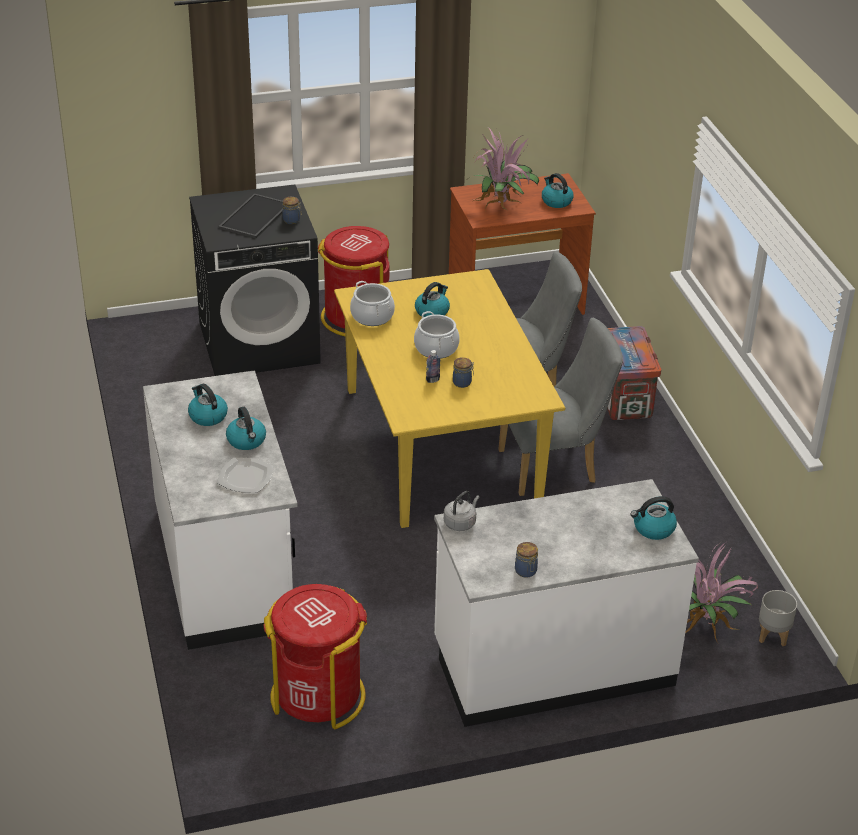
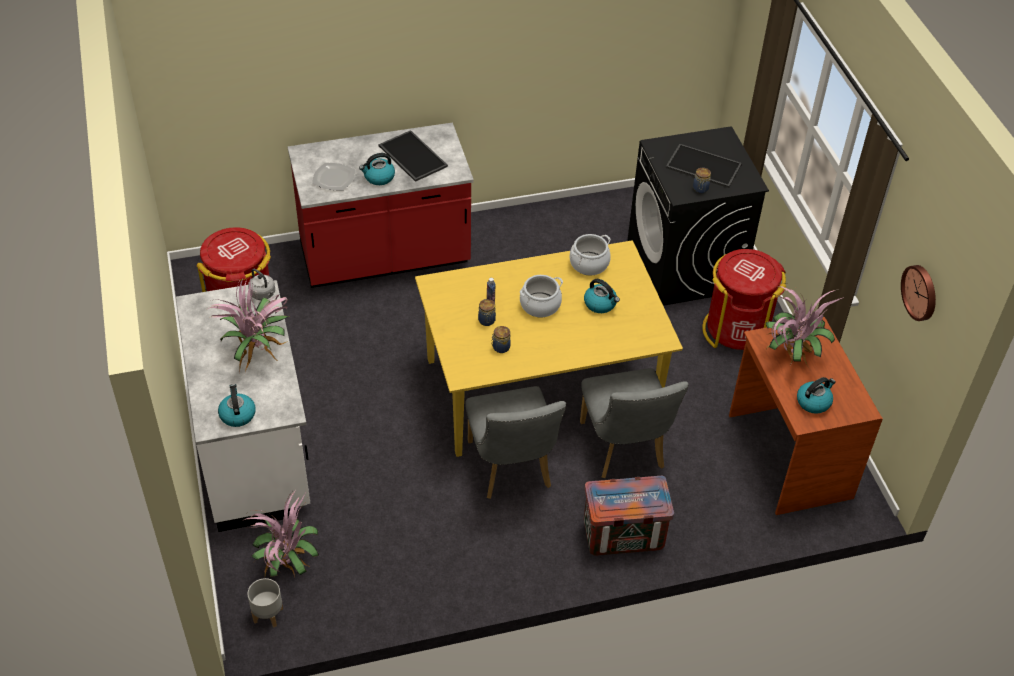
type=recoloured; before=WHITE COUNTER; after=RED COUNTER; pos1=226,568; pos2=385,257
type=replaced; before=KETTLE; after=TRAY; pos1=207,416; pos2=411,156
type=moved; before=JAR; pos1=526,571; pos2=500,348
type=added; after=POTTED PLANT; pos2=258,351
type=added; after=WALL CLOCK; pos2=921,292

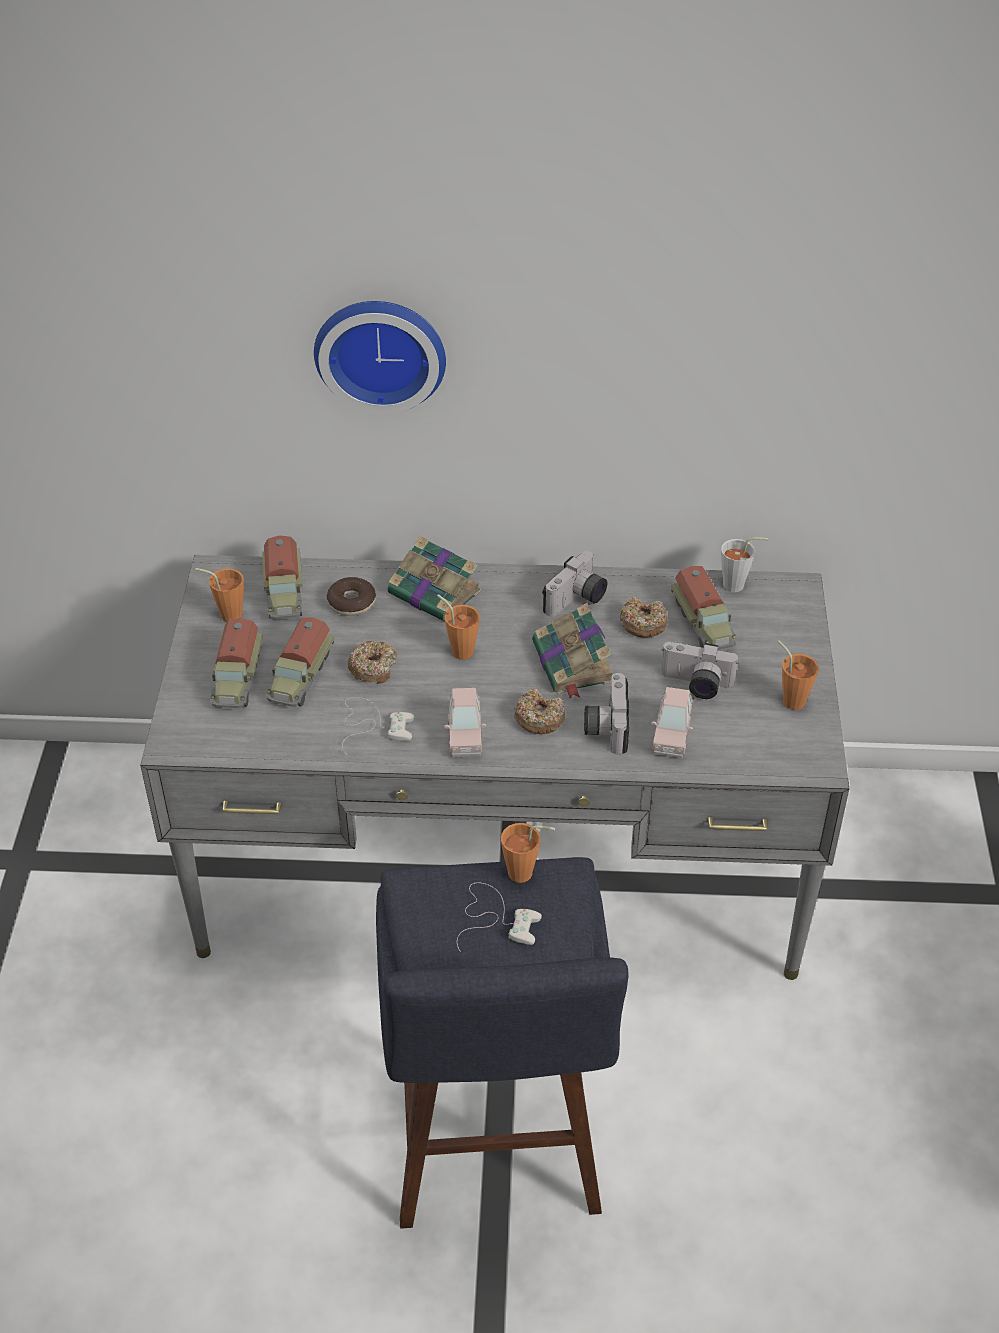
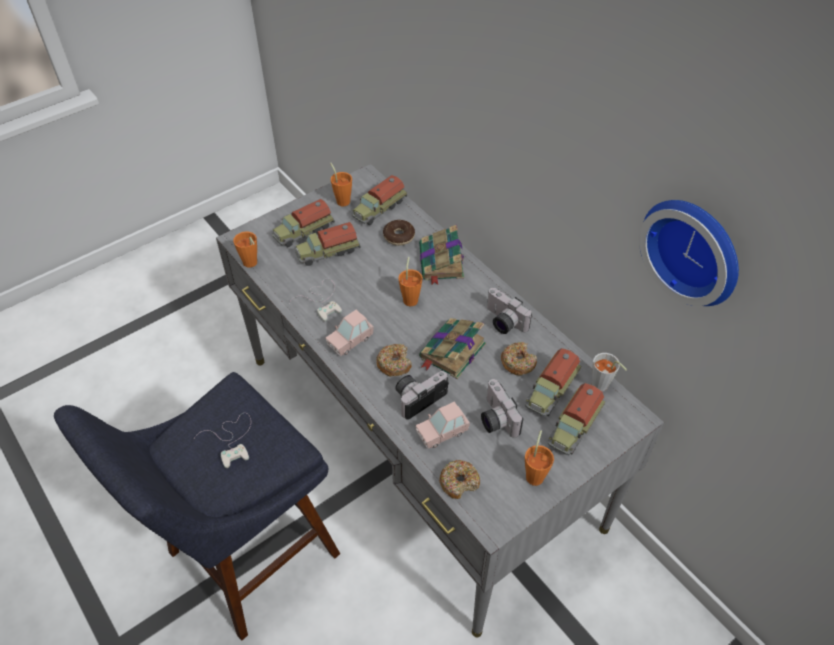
type=moved; before=WALL CLOCK; pos1=381,350; pos2=694,249
type=moved; before=DONUT; pos1=373,668; pos2=459,482
type=moved; before=ORANGE CUP; pos1=526,874; pos2=251,264
type=turned; before=PHOTO CAMERA; pos1=577,600; pos2=503,322; turn=45
type=added; after=TOY TRUCK; pos2=574,426

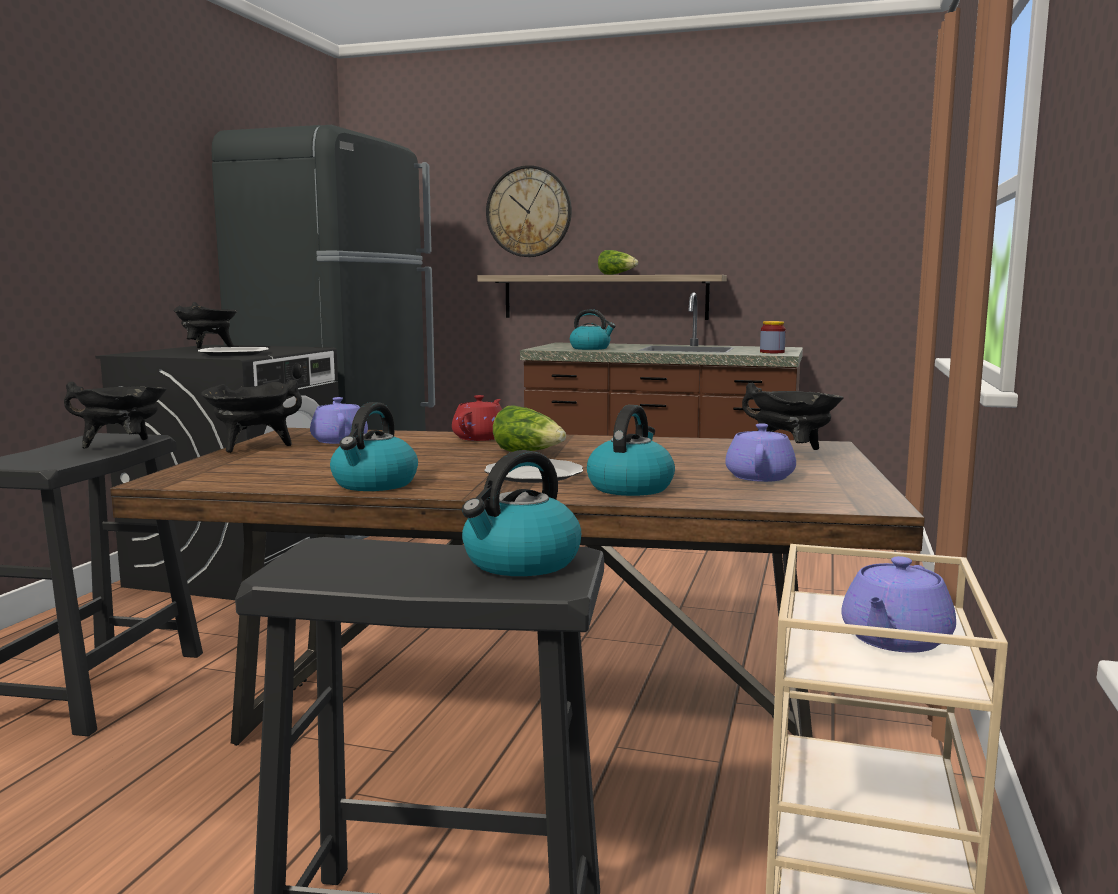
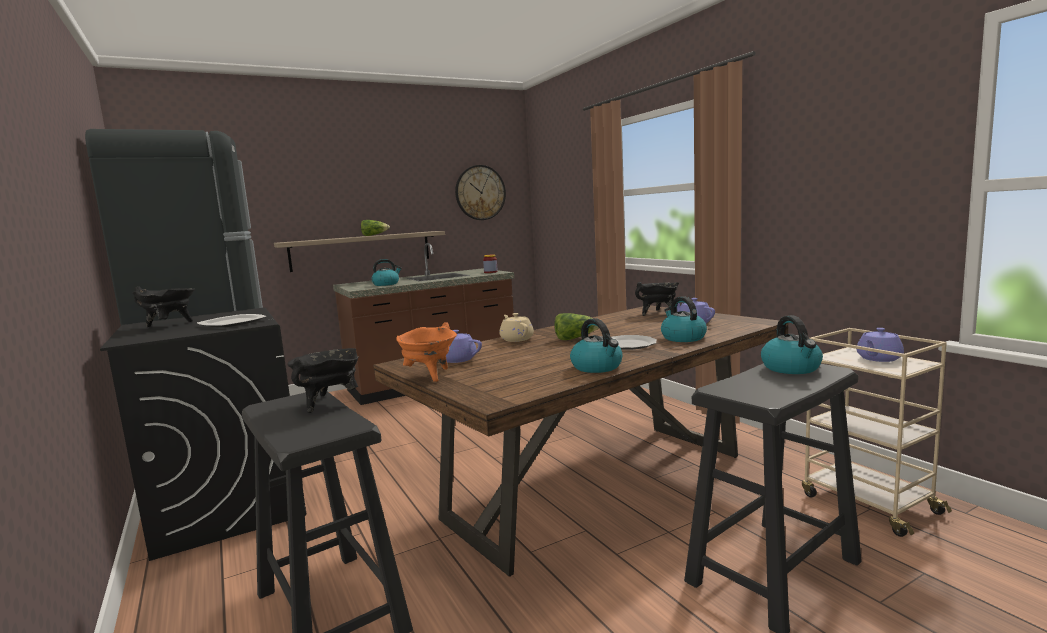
type=recoloured; before=BLACK COOKING POT; after=ORANGE COOKING POT; pos1=252,447; pos2=429,376
type=recoloured; before=RED TEAPOT; after=BEIGE TEAPOT; pos1=480,438; pos2=516,339
type=moved; before=WALL CLOCK; pos1=529,211; pos2=480,192
type=turned; before=PURPLE TEAPOT; pos1=894,640; pos2=878,359; turn=60

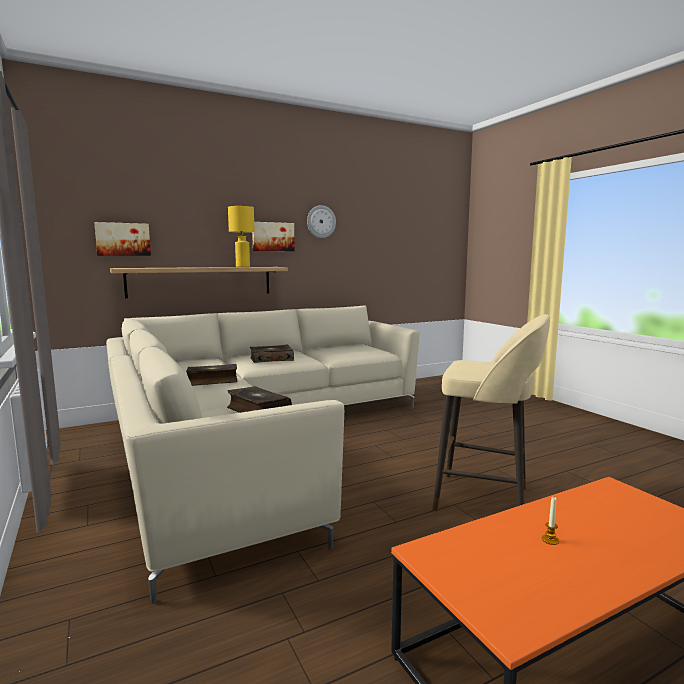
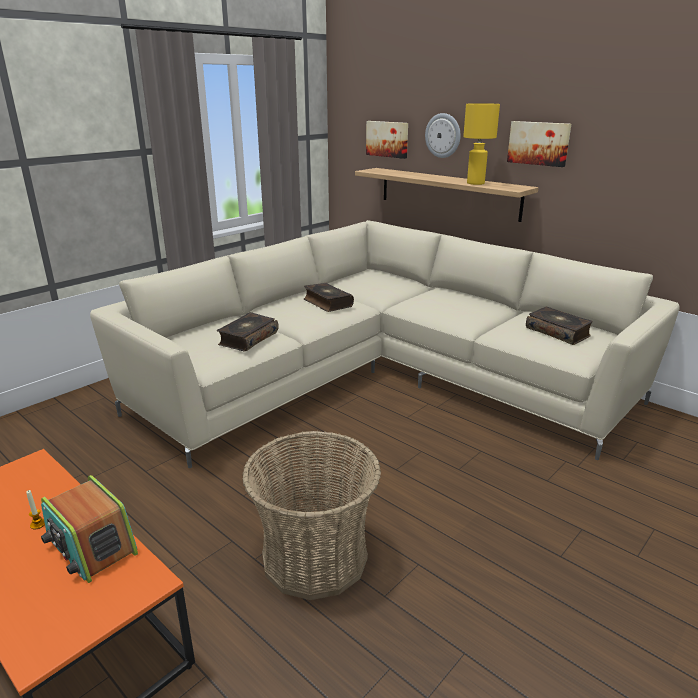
type=moved; before=BOOK; pos1=271,359; pos2=558,332
type=moved; before=WALL CLOCK; pos1=321,221; pos2=443,135
type=replaced; before=BEIGE STOOL; after=BASKET; pos1=485,500; pos2=314,557
type=added; after=RADIO; pos2=91,546

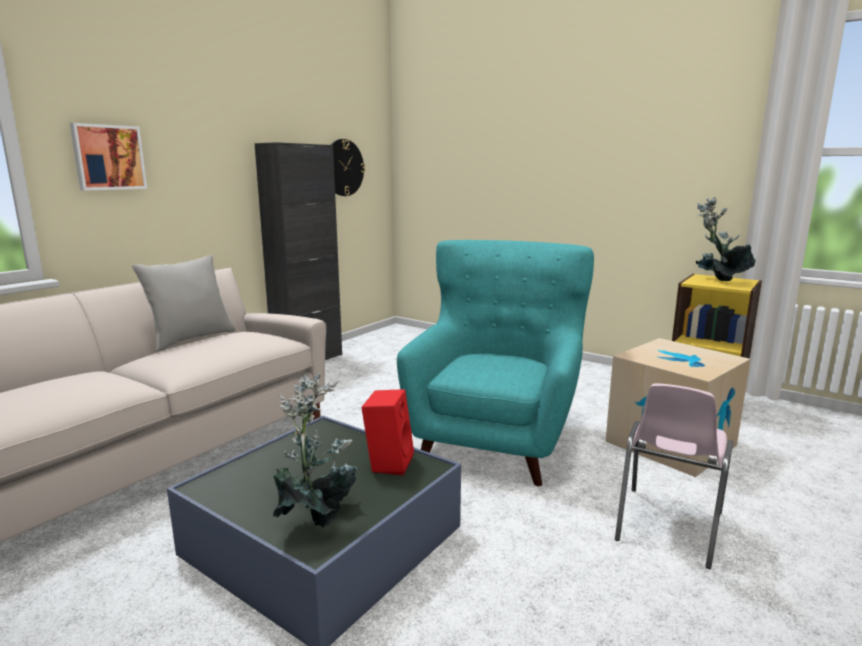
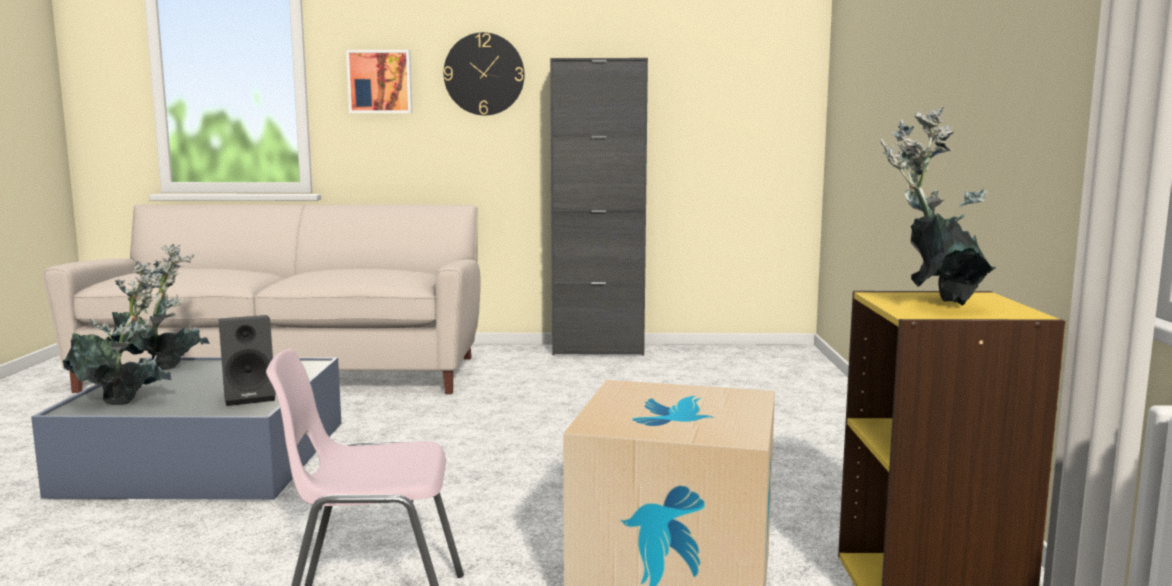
type=removed; before=GREY PILLOW; pos1=191,339
type=moved; before=WALL CLOCK; pos1=343,167; pos2=484,74
type=recoloured; before=RED SPEAKER; after=BLACK SPEAKER; pos1=388,463; pos2=251,397
type=removed; before=TURQUOISE ARMCHAIR; pos1=495,439
type=added; after=POTTED PLANT; pos2=163,366

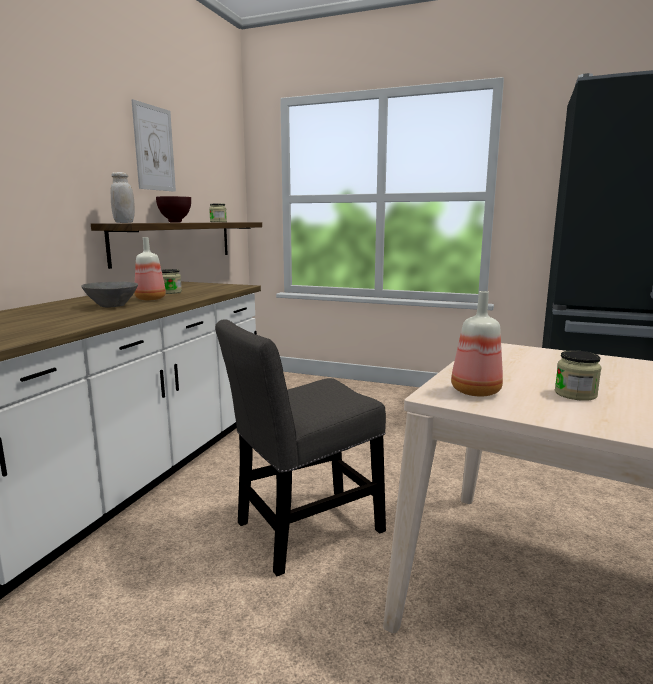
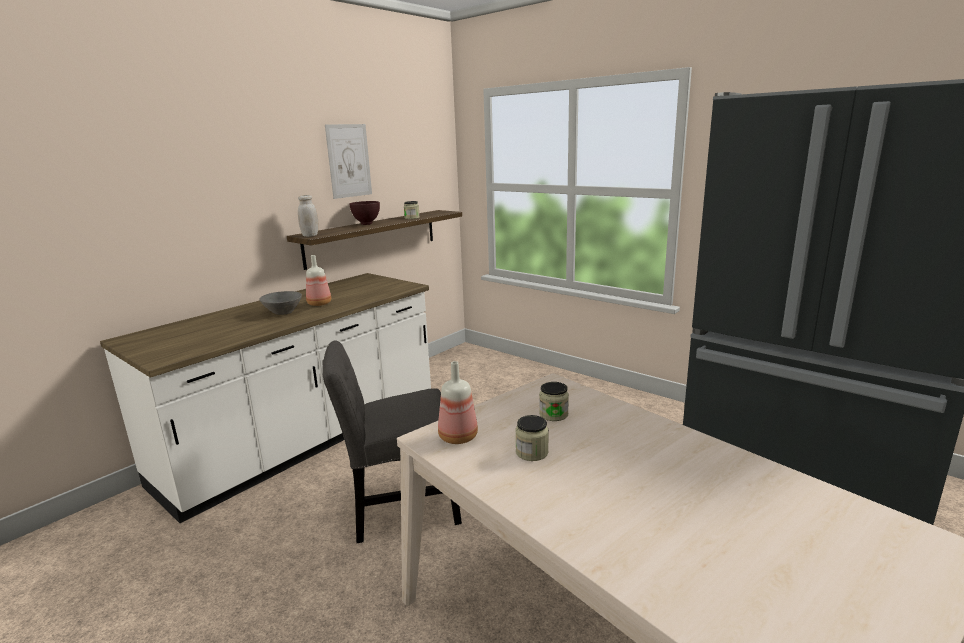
type=moved; before=JAR; pos1=170,292; pos2=553,414

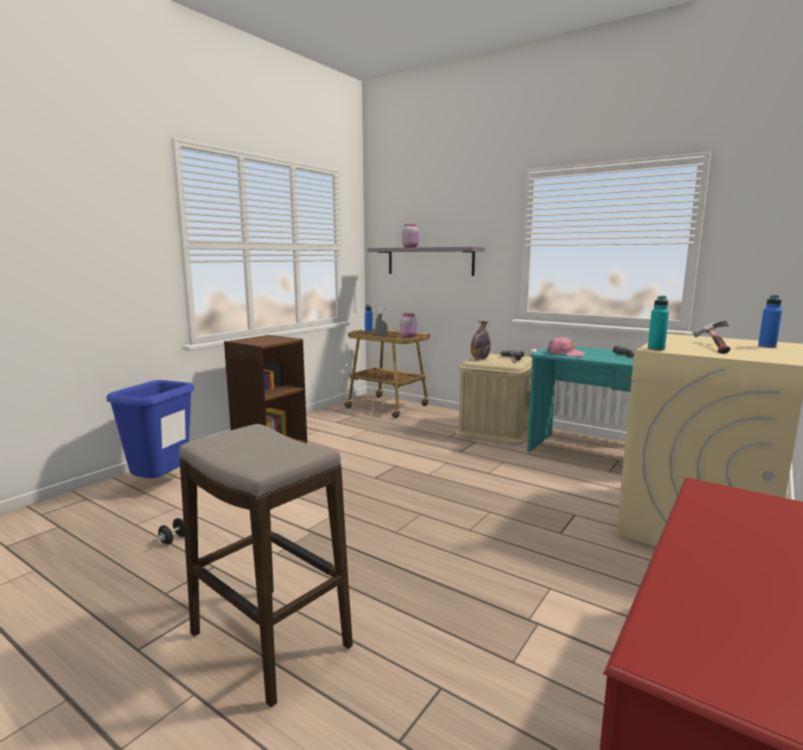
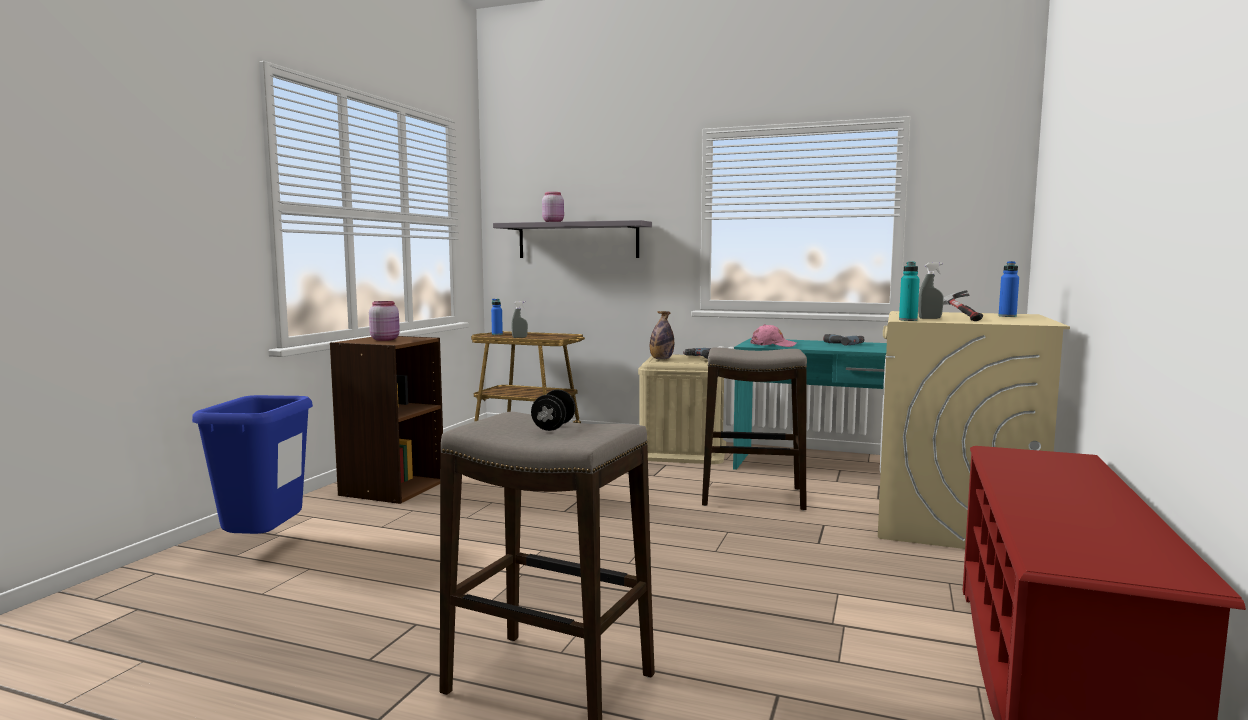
type=moved; before=BLACK DUMBBELL; pos1=174,540; pos2=553,427
type=moved; before=PINK JAR; pos1=408,336; pos2=385,339
type=added; after=STOOL; pos2=752,497
type=added; after=GREY SPRAY BOTTLE; pos2=929,318

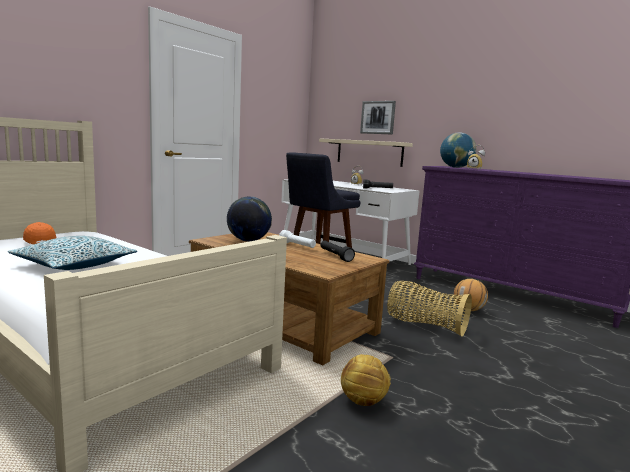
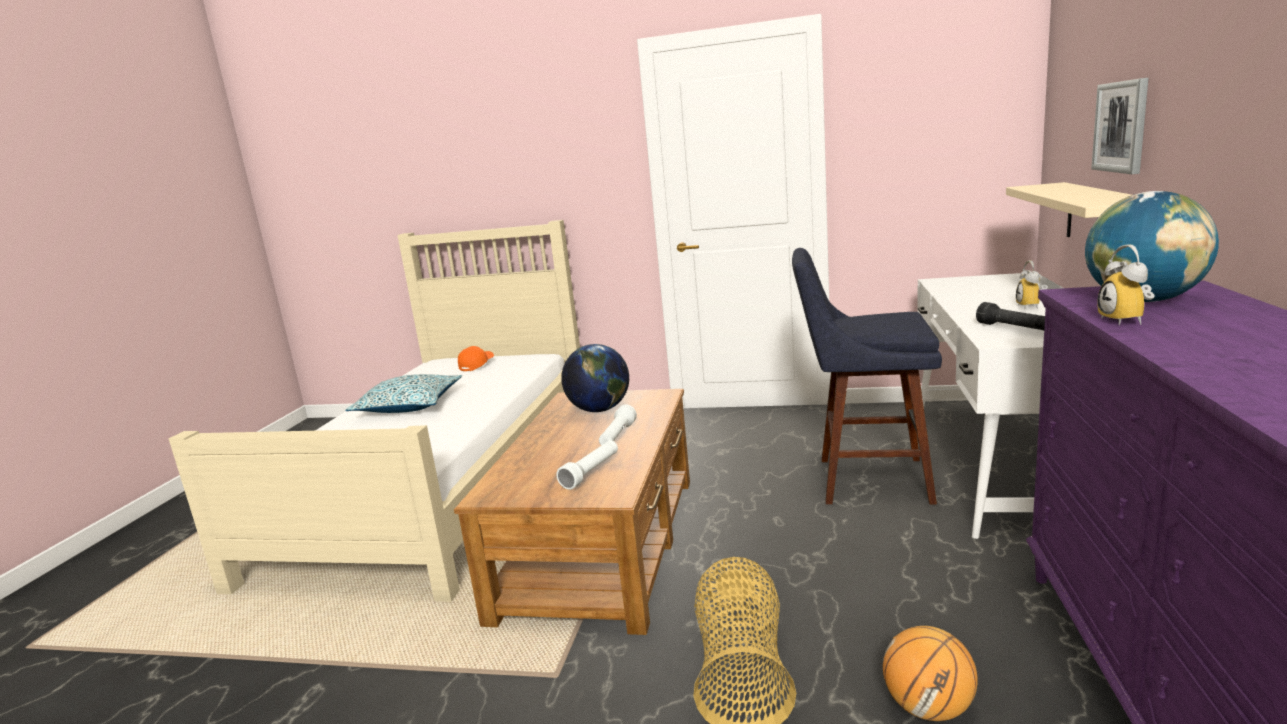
type=recoloured; before=BLACK FLASHLIGHT; after=WHITE FLASHLIGHT; pos1=335,256; pos2=591,472
type=removed; before=FOOTBALL; pos1=363,401

